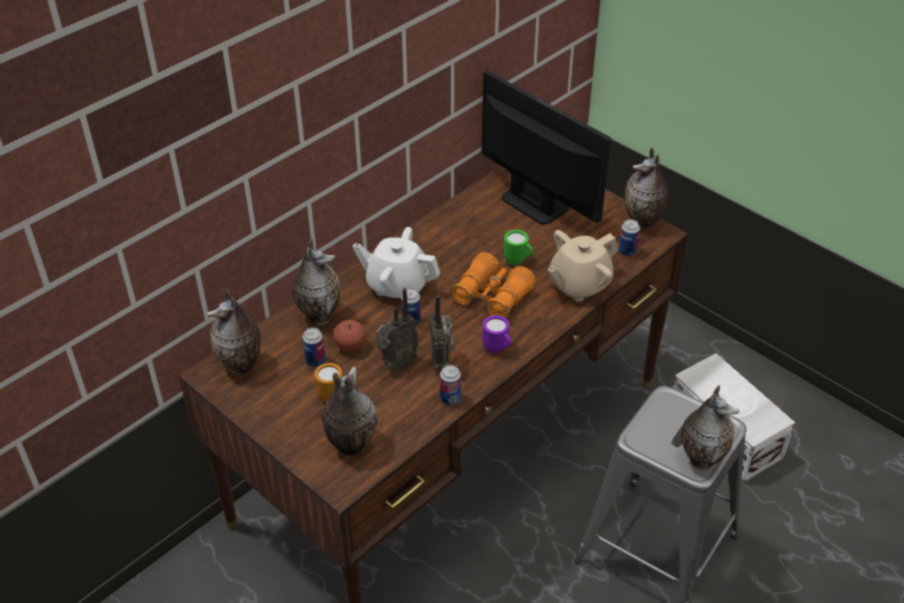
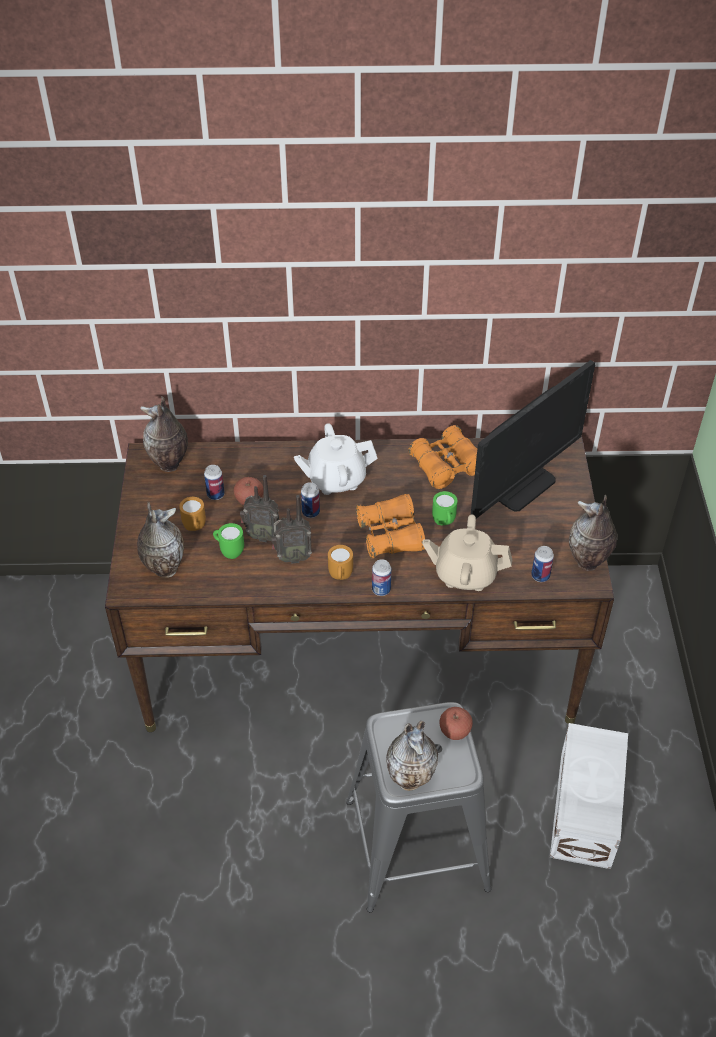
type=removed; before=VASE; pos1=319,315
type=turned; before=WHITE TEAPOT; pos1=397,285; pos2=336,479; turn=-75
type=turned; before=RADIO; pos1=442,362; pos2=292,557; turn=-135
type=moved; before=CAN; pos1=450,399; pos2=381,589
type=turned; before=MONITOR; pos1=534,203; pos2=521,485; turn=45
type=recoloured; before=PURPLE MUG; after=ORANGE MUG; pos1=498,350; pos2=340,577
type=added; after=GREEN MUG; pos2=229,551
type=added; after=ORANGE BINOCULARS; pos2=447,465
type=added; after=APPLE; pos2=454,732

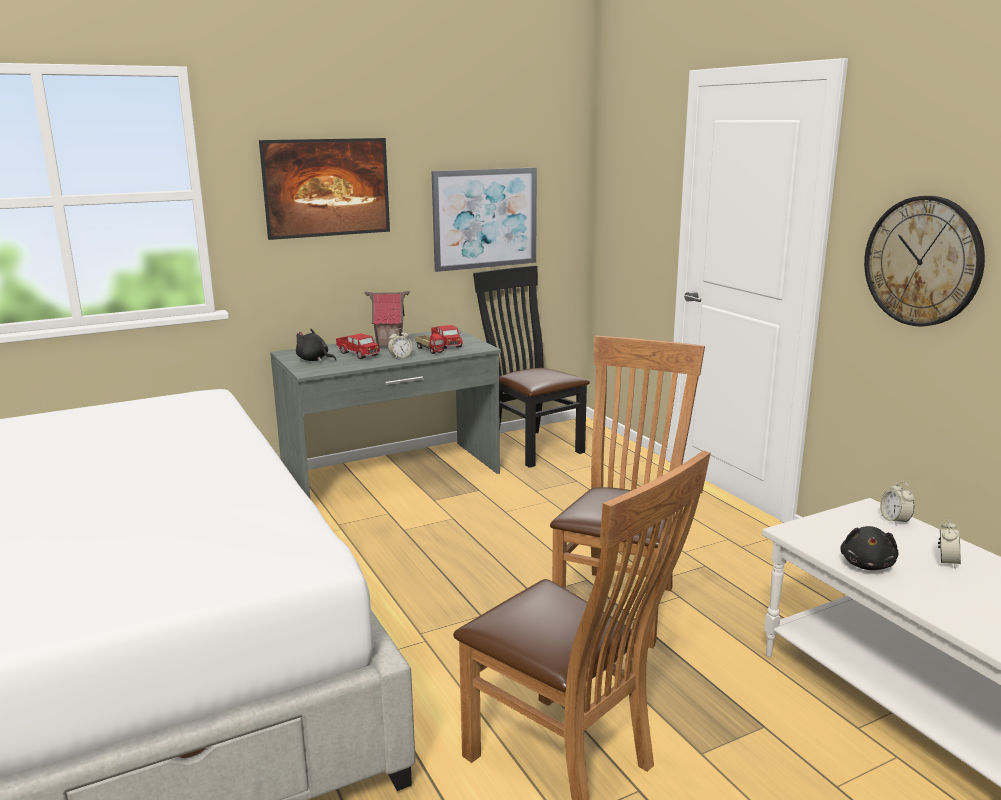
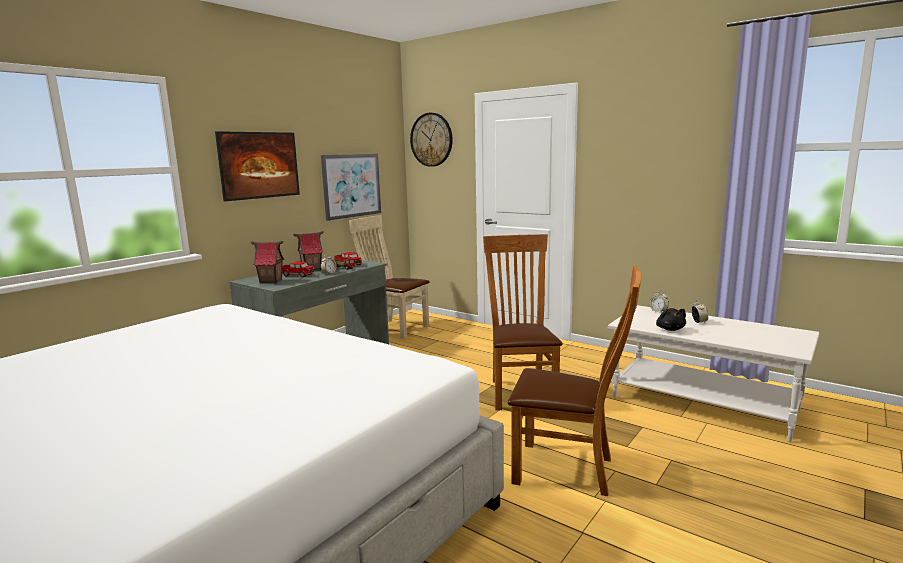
type=replaced; before=BLACK PLUSH TOY; after=TOY HOUSE; pos1=314,360; pos2=271,281
type=recoloured; before=BLACK CHAIR; after=BEIGE CHAIR; pos1=531,446; pos2=394,328
type=moved; before=WALL CLOCK; pos1=923,261; pos2=431,139

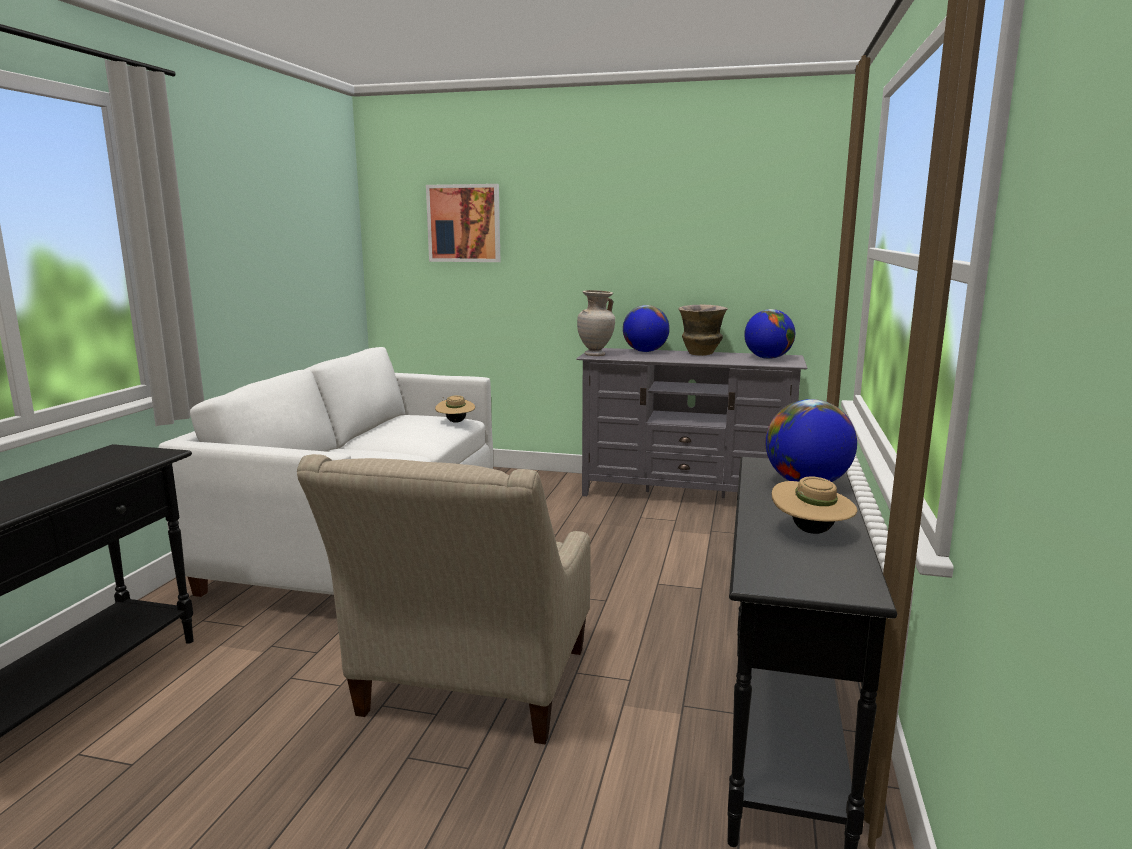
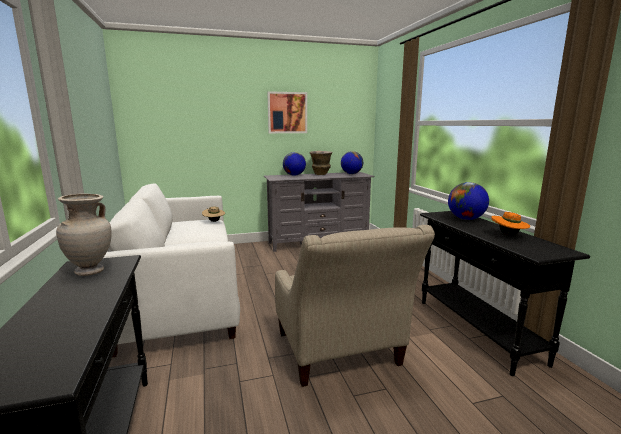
type=moved; before=PICTURE; pos1=464,223; pos2=287,112
type=moved; before=BEIGE VASE; pos1=595,355; pos2=91,271
type=recoloured; before=BEIGE HAT; after=ORANGE HAT; pos1=811,532; pos2=508,235

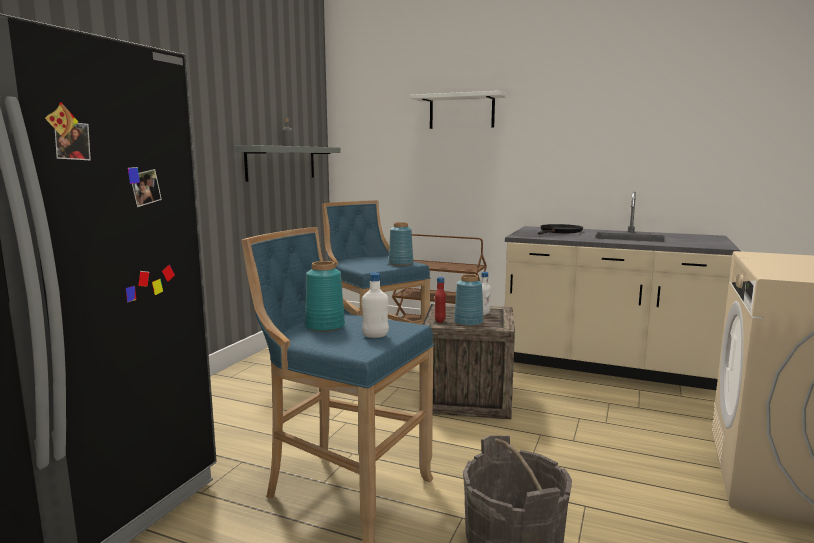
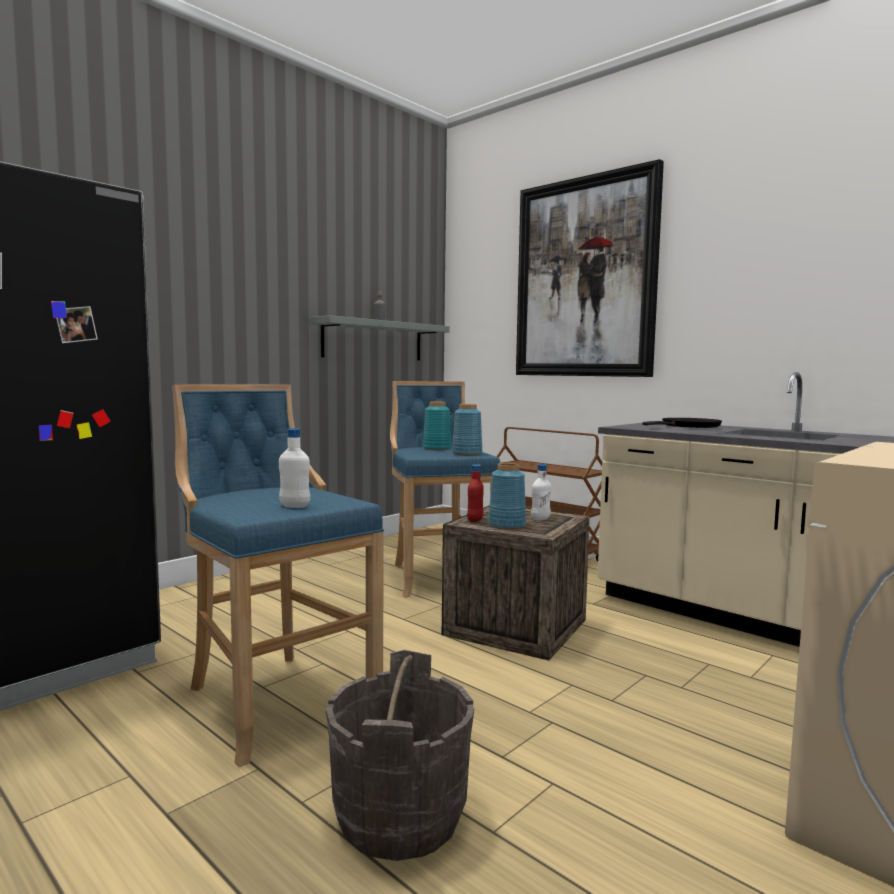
type=moved; before=TURQUOISE VASE; pos1=325,326; pos2=437,448
type=replaced; before=WHITE SHELF; after=PICTURE; pos1=461,111; pos2=584,278

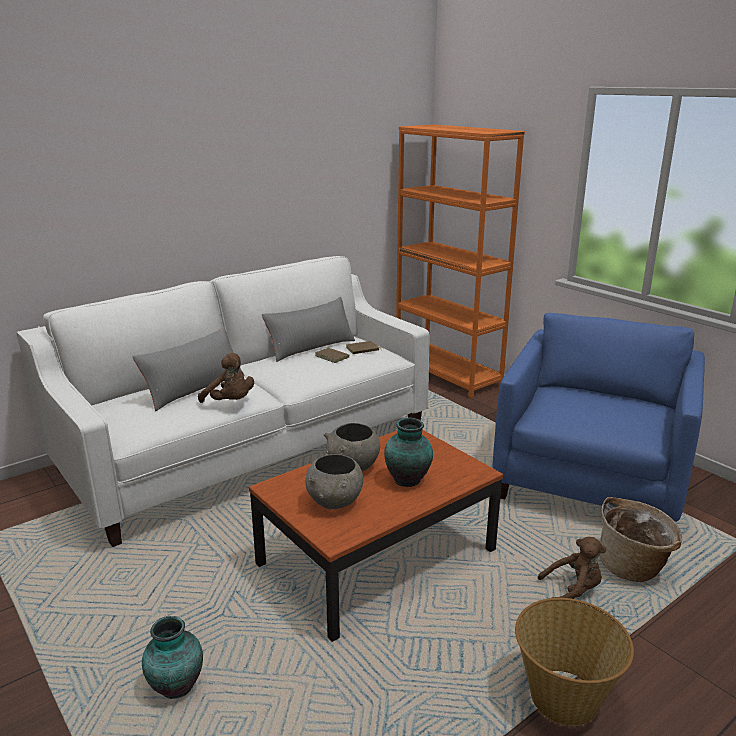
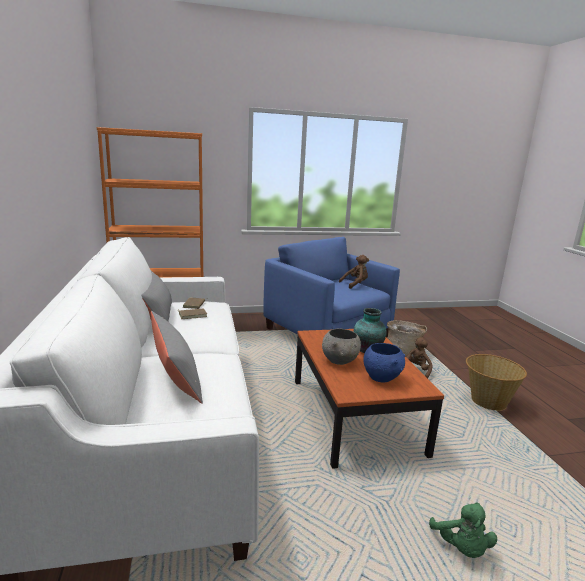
type=replaced; before=VASE; after=GREEN PLUSH TOY; pos1=175,686; pos2=461,548
type=moved; before=BROWN PLUSH TOY; pos1=230,402; pos2=355,284
type=recoloured; before=GREY BOWL; after=BLUE BOWL; pos1=335,502; pos2=381,377

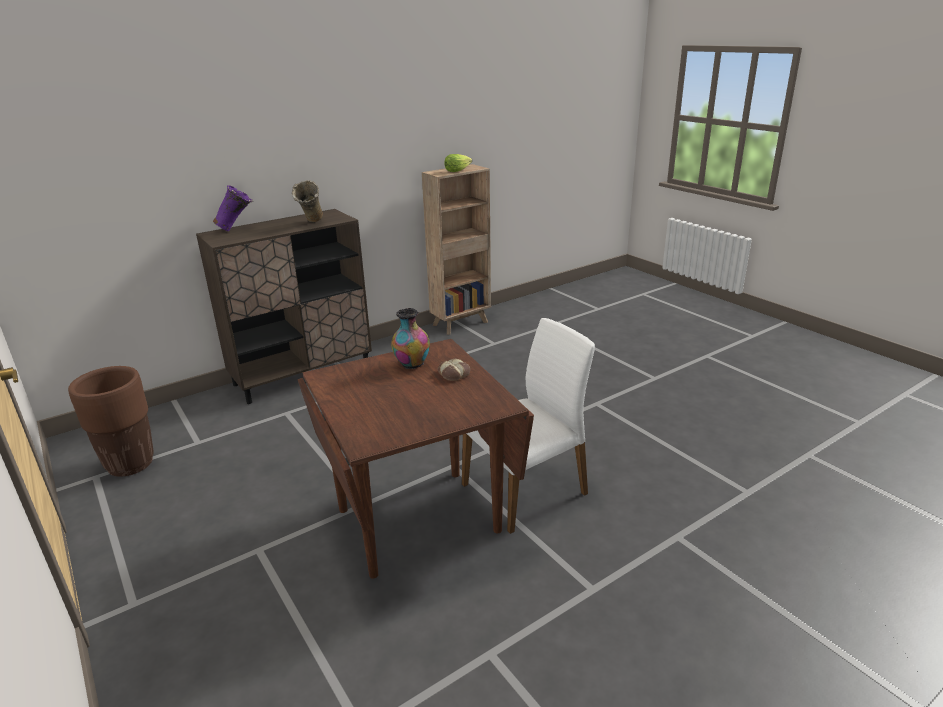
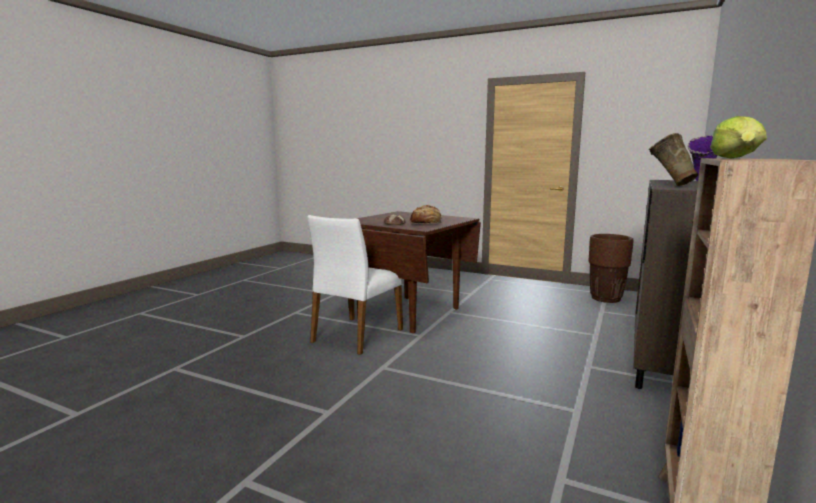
type=replaced; before=VASE; after=BREAD; pos1=411,364; pos2=426,223

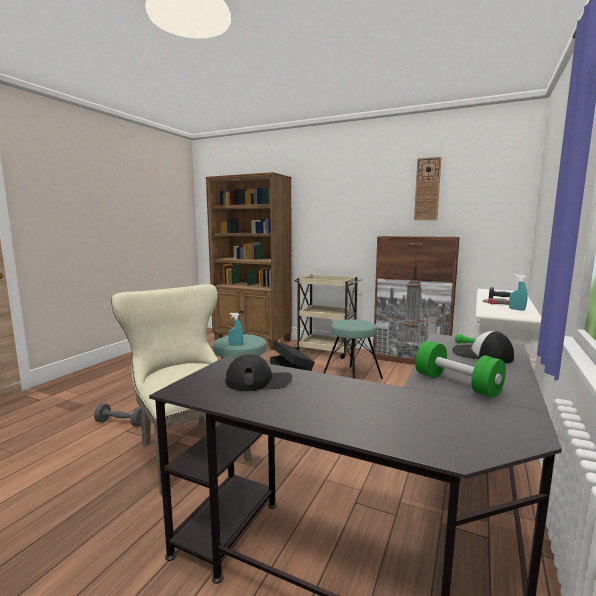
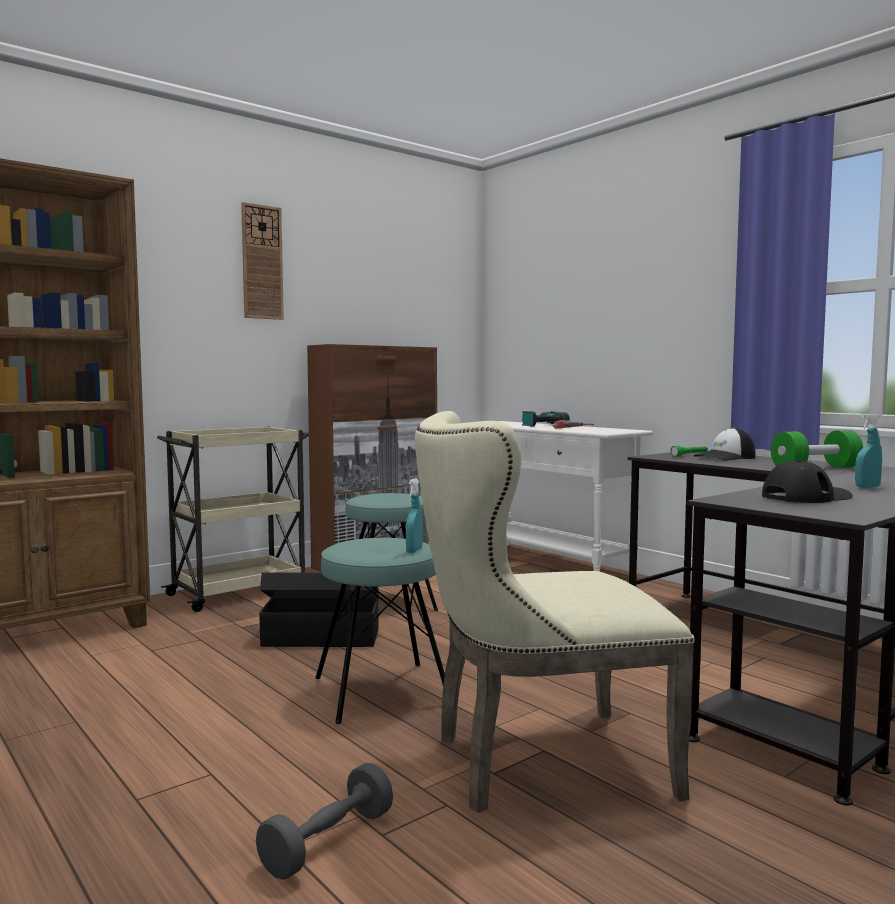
type=turned; before=BLACK CAP; pos1=258,381; pos2=806,497; turn=45
type=moved; before=WALL CLOCK; pos1=427,189; pos2=262,262
type=moved; before=TURQUOISE SPRAY BOTTLE; pos1=517,309; pos2=867,487

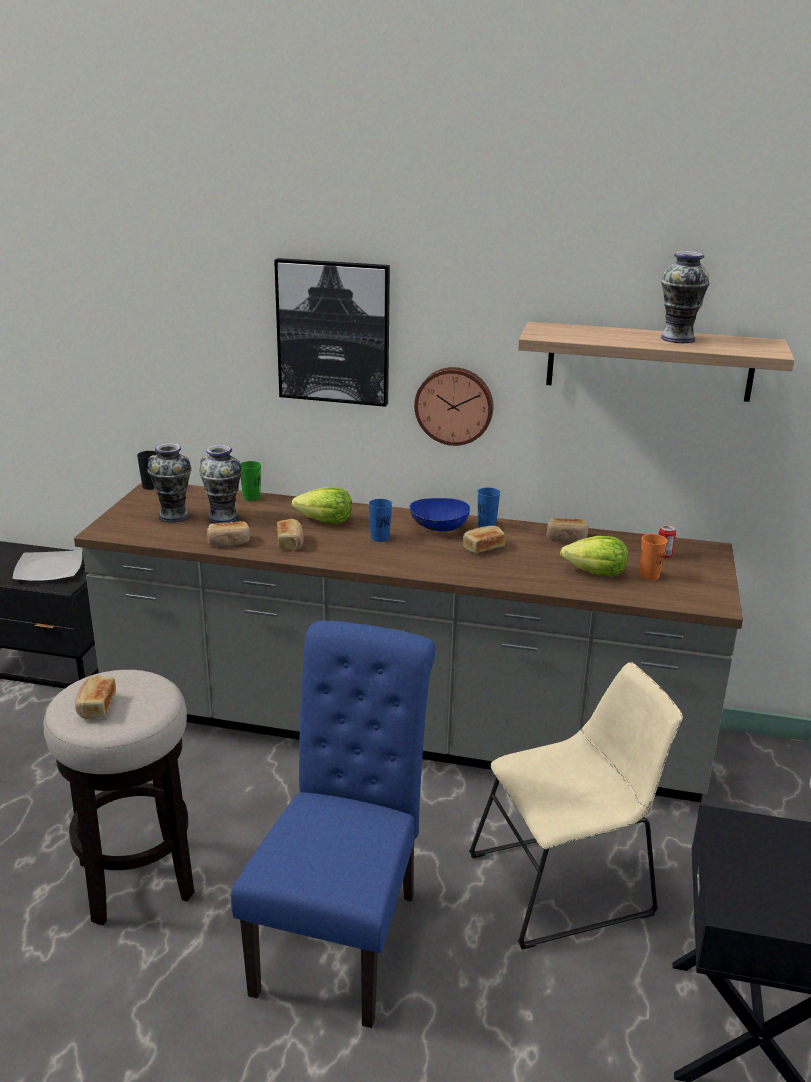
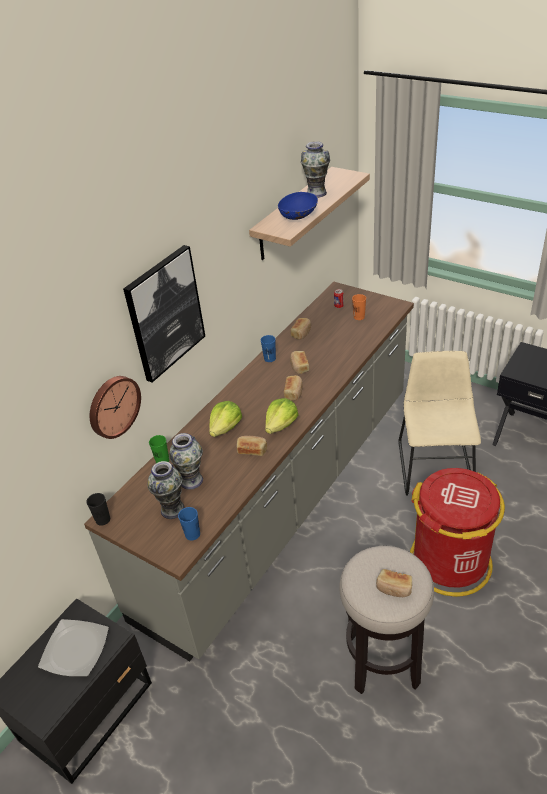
type=moved; before=BREAD; pos1=228,542; pos2=294,392
type=replaced; before=BLUE CHAIR; after=RED TRASH CAN; pos1=343,933; pos2=450,562
type=moved; before=BLUE CUP; pos1=380,538; pos2=192,534
type=moved; before=BLUE BOWL; pos1=438,529; pos2=298,217
type=moved; before=WALL CLOCK; pos1=454,405; pos2=113,406
type=moved; before=LETTUCE; pos1=596,573; pos2=281,425

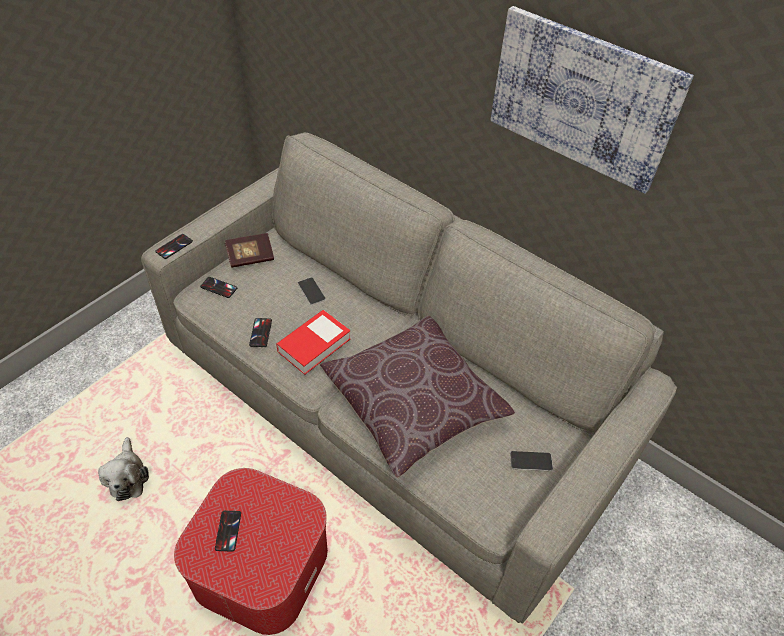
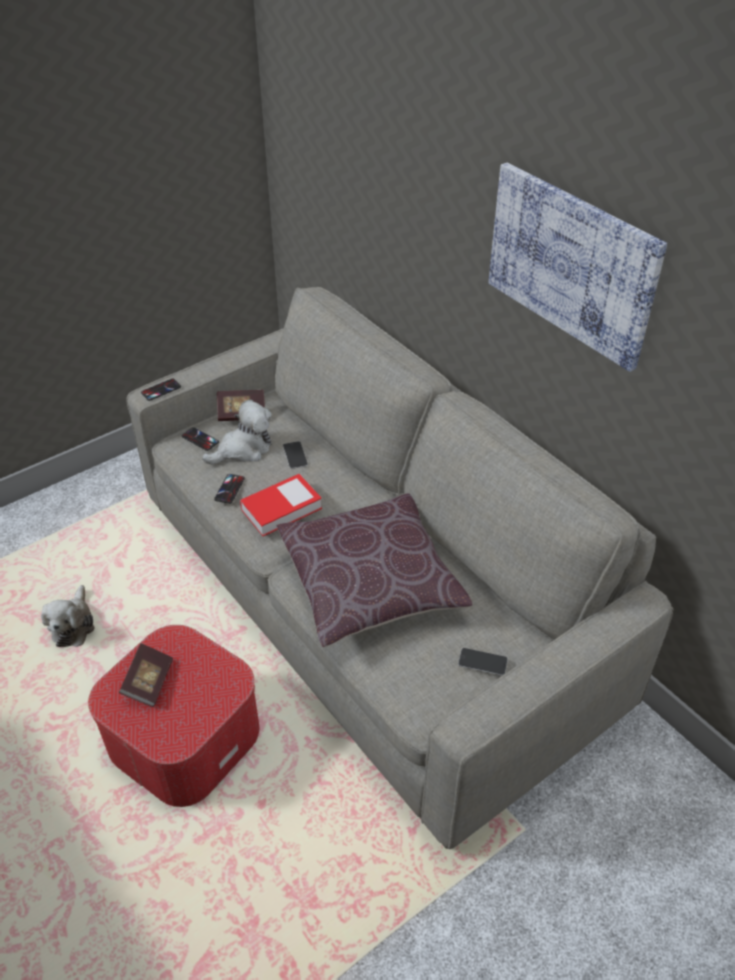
type=replaced; before=PHONE; after=BOOK; pos1=228,531; pos2=149,682
type=added; after=PLUSH TOY; pos2=243,449

